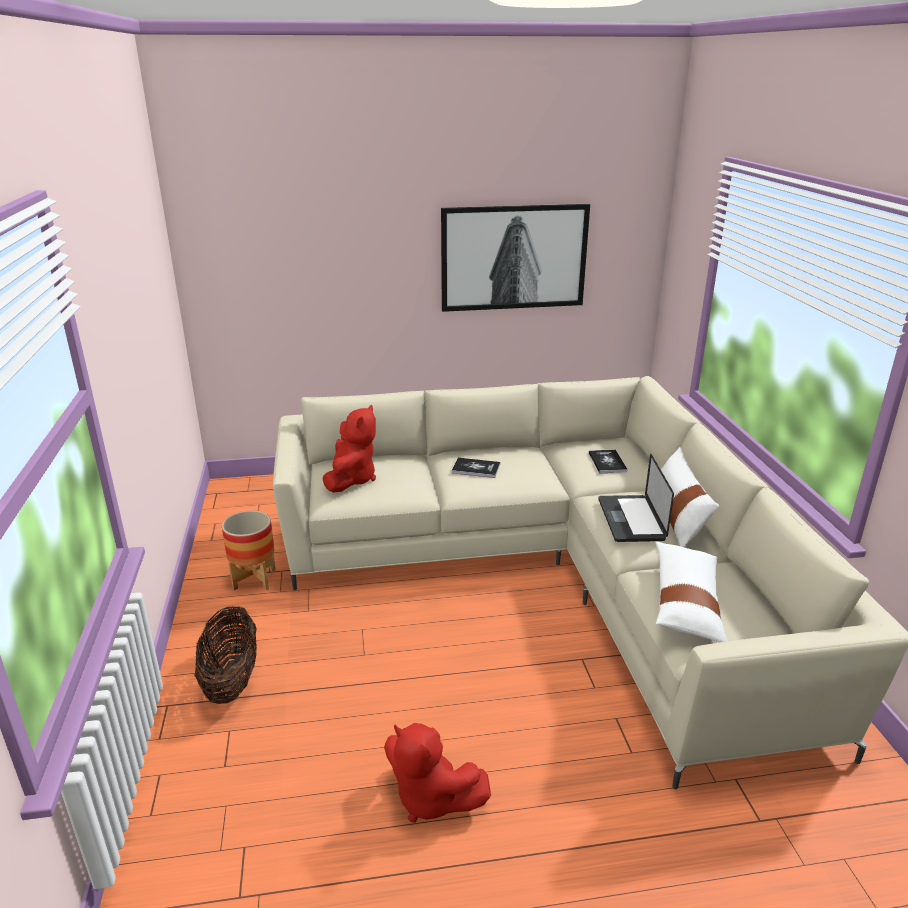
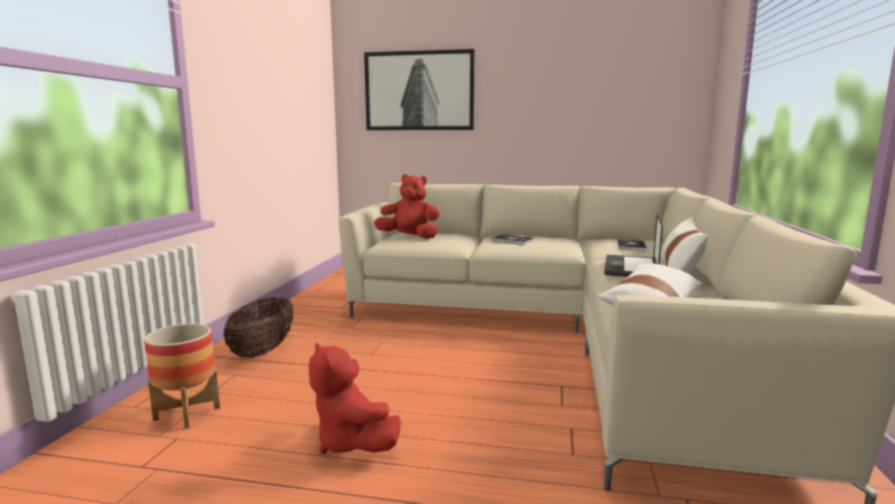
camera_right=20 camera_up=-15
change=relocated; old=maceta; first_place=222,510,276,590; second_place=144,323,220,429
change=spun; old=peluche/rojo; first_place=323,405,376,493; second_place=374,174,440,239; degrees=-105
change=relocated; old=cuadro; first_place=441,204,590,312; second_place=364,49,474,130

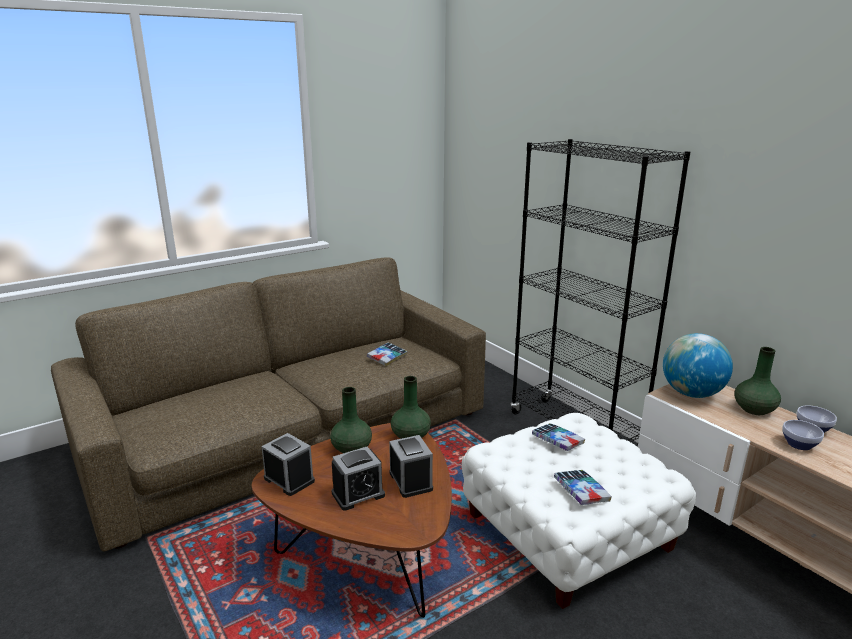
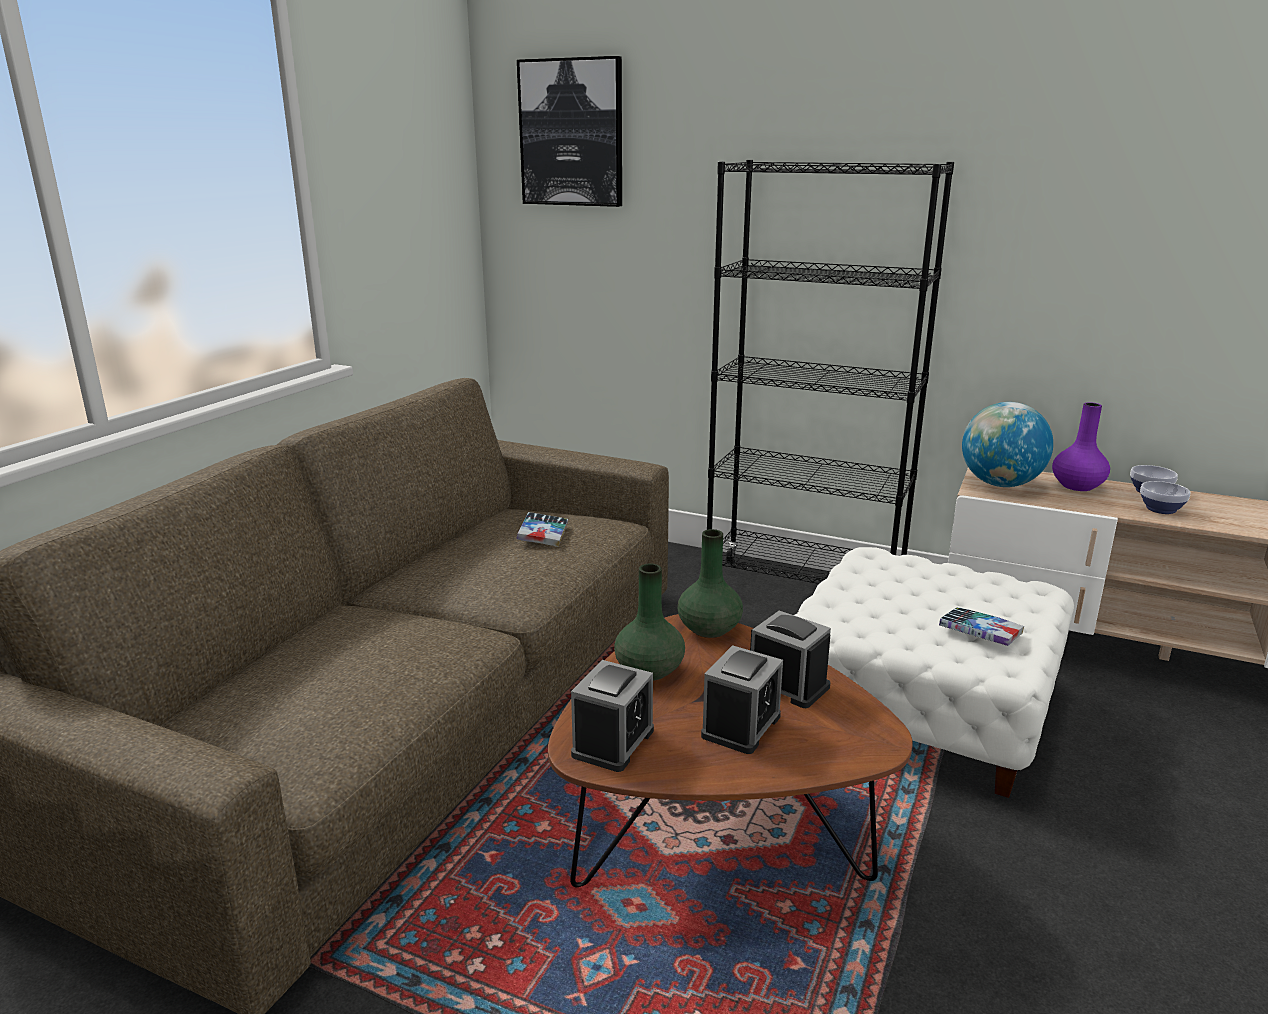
camera_right=-30 camera_up=0
change=spun; old=despertador; first_place=261,433,315,496; second_place=571,660,654,772; degrees=105
change=missing; old=libro; first_place=532,423,585,451
change=colour; old=florero/verde; new=florero/morado; first_place=735,347,781,415; second_place=1052,402,1110,491
change=appeared; new=cuadro; second_place=517,56,622,207

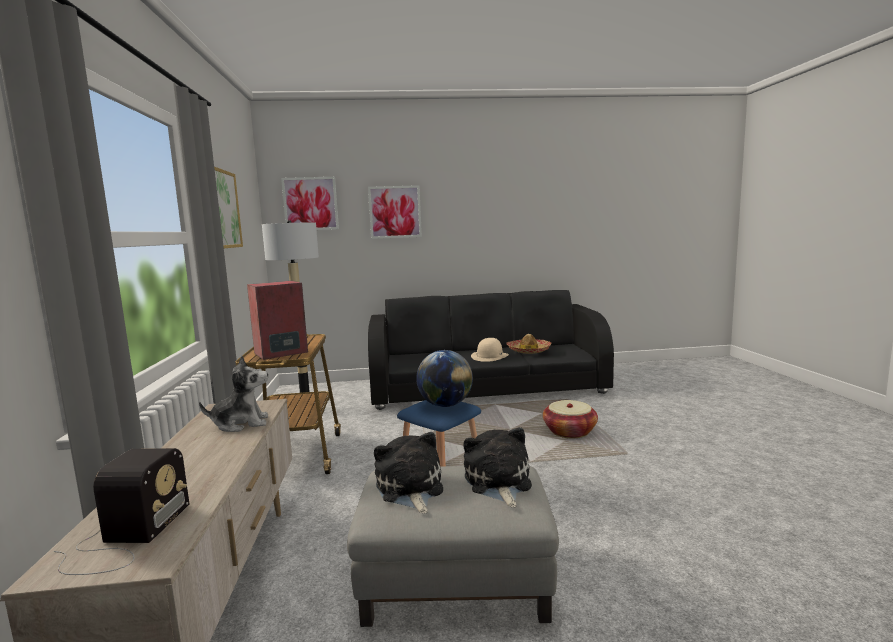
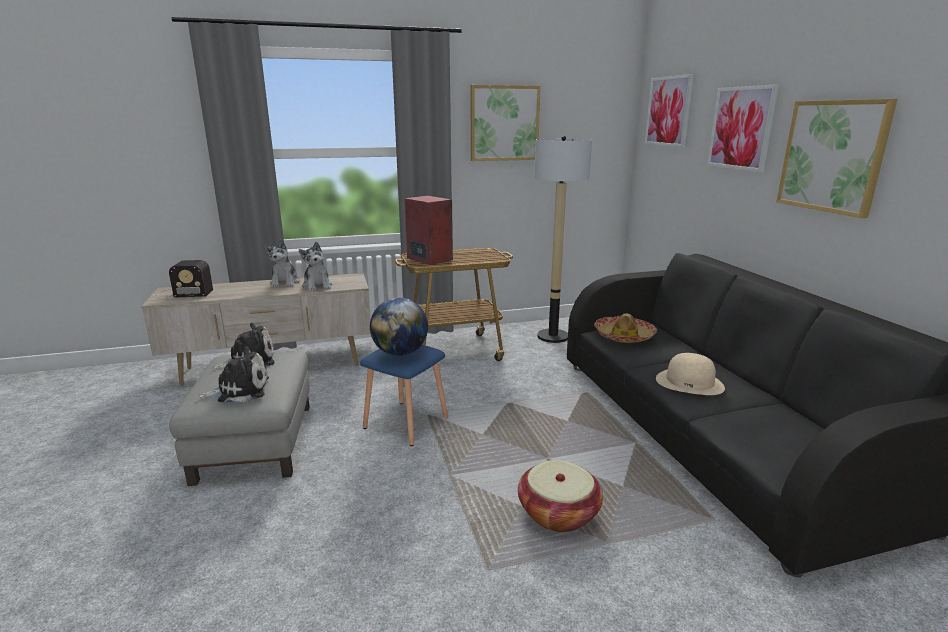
camera_right=80 camera_up=10
change=relocated; old=sombrero; first_place=506,334,552,354; second_place=594,313,657,343
change=appeared; new=peluche; second_place=264,239,300,288
change=appeared; new=cuadro; second_place=776,99,898,218

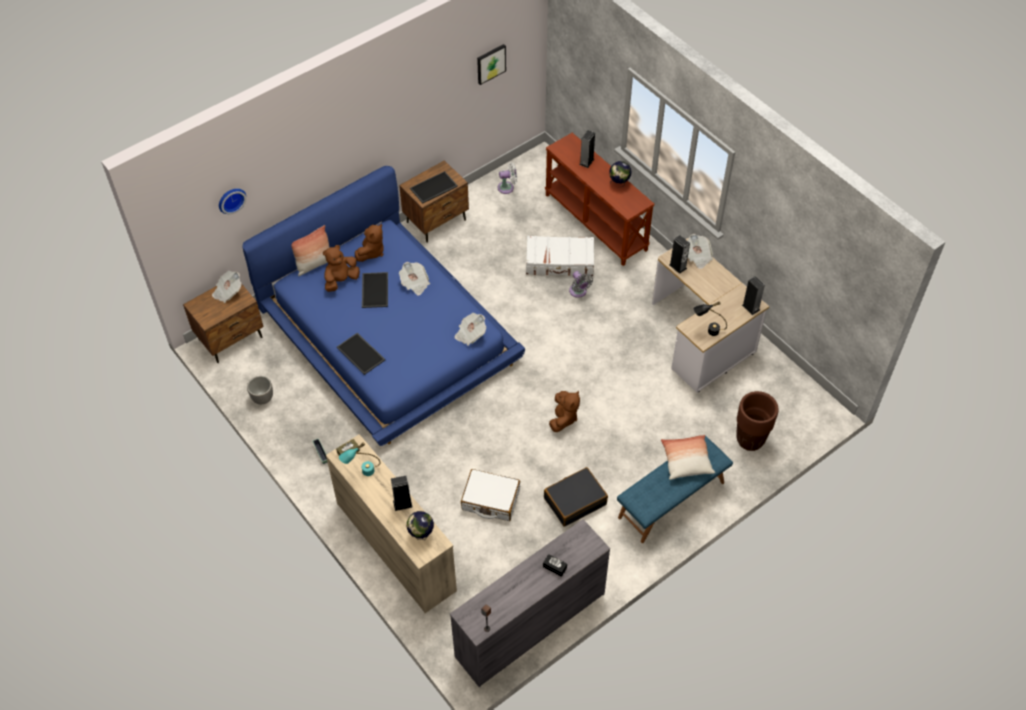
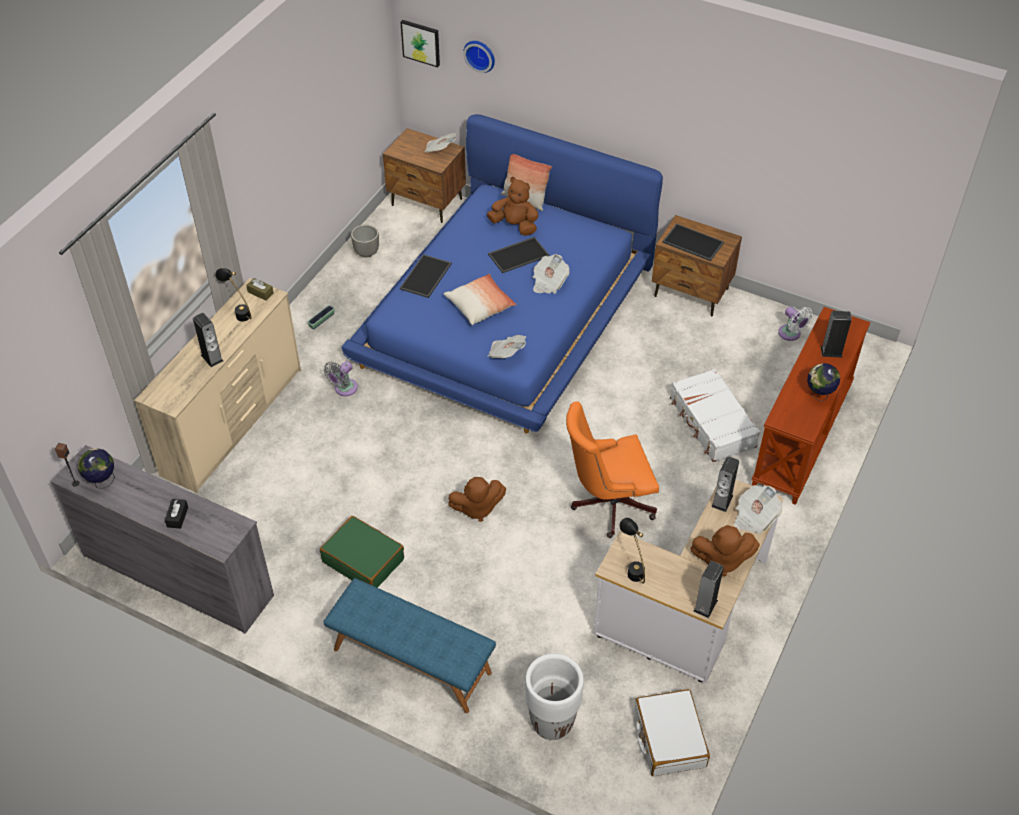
camera_right=65 camera_up=-5
change=colour; old=lámpara de mesa/turquesa; new=lámpara de mesa/negro; first_place=339,443,381,476; second_place=215,268,252,321
change=relocated; old=peluche/marrón; first_place=355,224,384,262; second_place=690,525,760,576
change=relocated; old=globo terráqueo; first_place=407,511,434,540; second_place=78,448,115,489
change=relocated; old=maleta/blanco; first_place=461,469,520,521; second_place=635,689,710,776
change=relocated; old=cuadro; first_place=477,44,506,85; second_place=401,20,440,67
change=colour; old=maleta/negro; new=maleta/verde; first_place=544,467,608,527; second_place=320,516,404,588
change=relocated; old=ventilador/gris; first_place=569,271,593,298; second_place=324,361,358,396
change=relocated; old=cojín; first_place=661,435,715,480; second_place=444,274,517,325
change=colour; old=maceta/marrón; new=maceta/blanco; first_place=736,391,778,451; second_place=525,653,584,740
change=appeared; new=silla de oficina/naranja; second_place=566,401,659,538

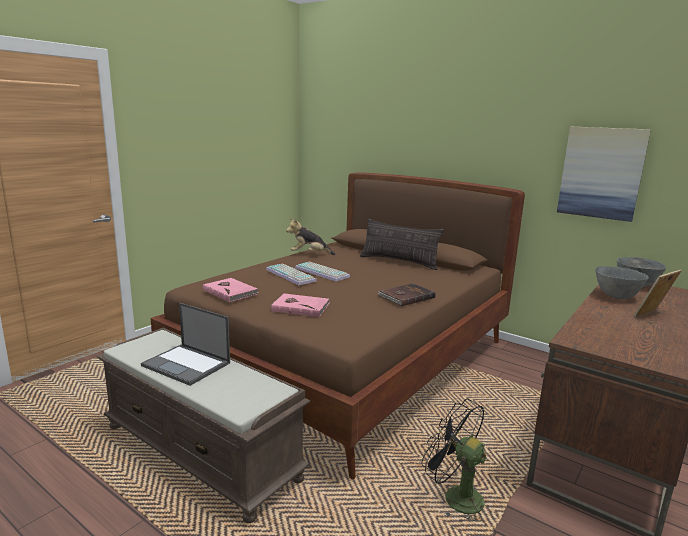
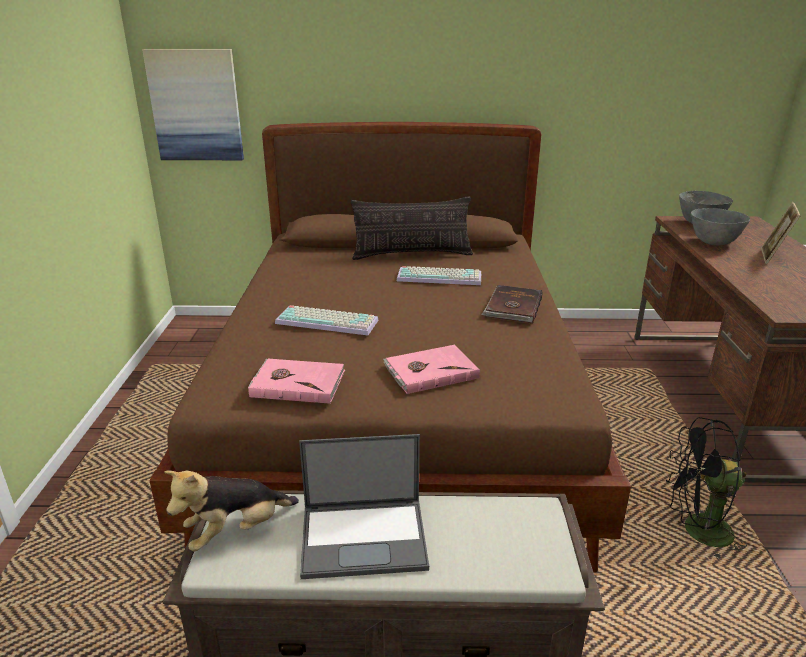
camera_right=-35 camera_up=10
change=relocated; old=peluche; first_place=286,218,336,255; second_place=164,471,299,551
change=relocated; old=teclado; first_place=295,261,350,281; second_place=397,266,481,285
change=relocated; old=cuadro; first_place=557,126,651,222; second_place=142,49,244,160

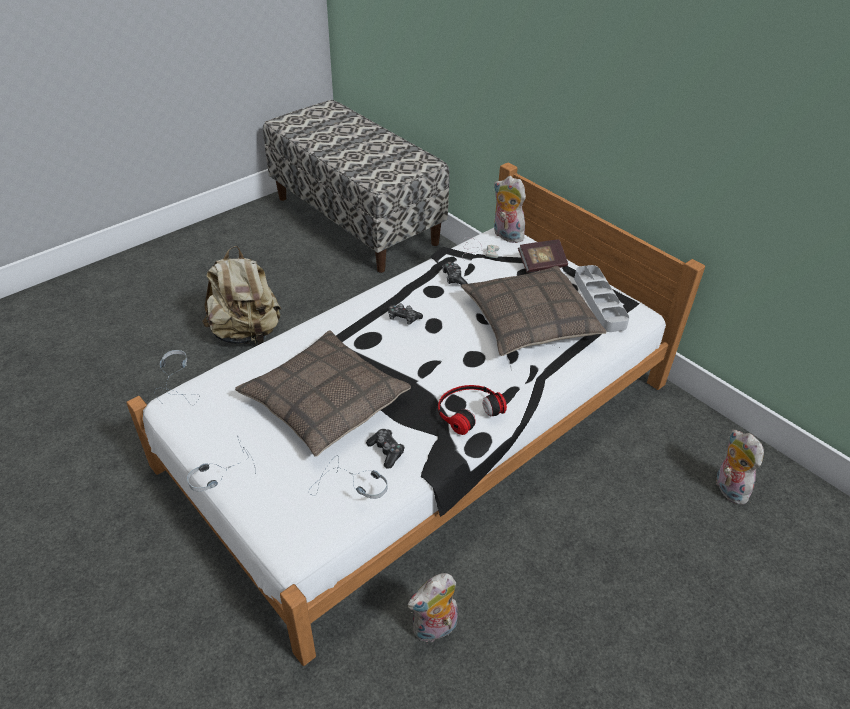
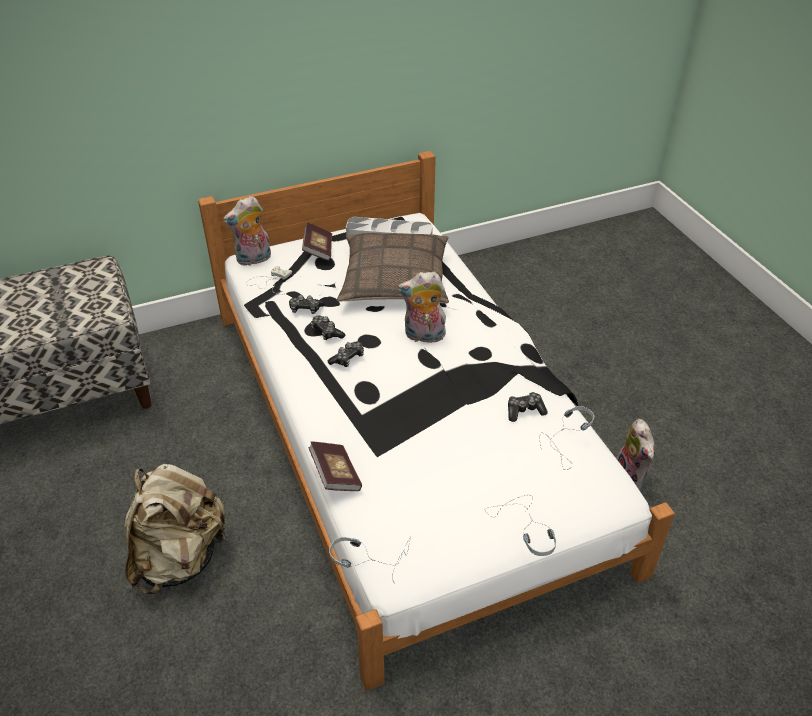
camera_right=-70 camera_up=0
change=missing; old=cojín; first_place=235,330,411,457
change=missing; old=auriculares; first_place=438,385,507,435
change=relocated; old=peluche; first_place=716,429,764,504; second_place=398,272,446,343
change=appeared; new=libro; second_place=308,441,362,491
change=appeared; new=mando de consola; second_place=311,316,345,340

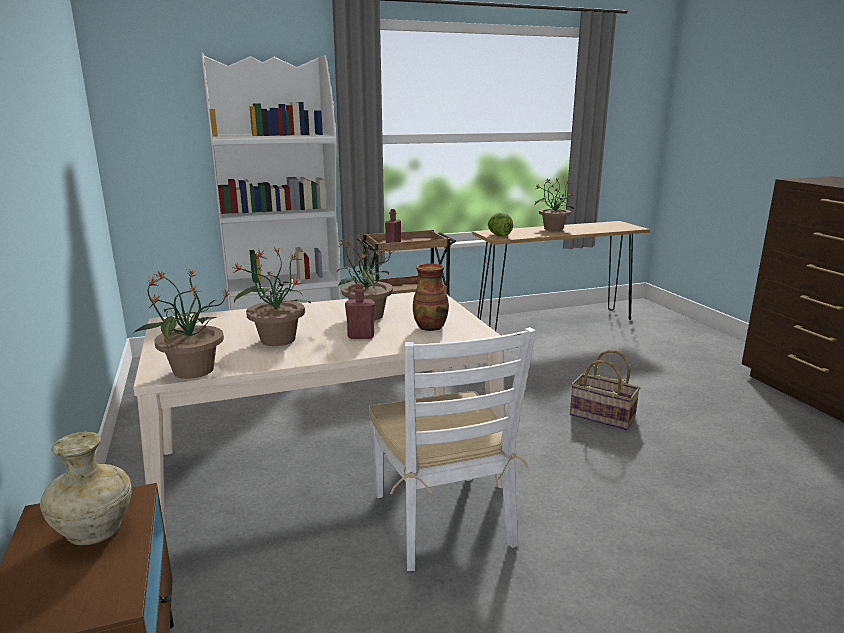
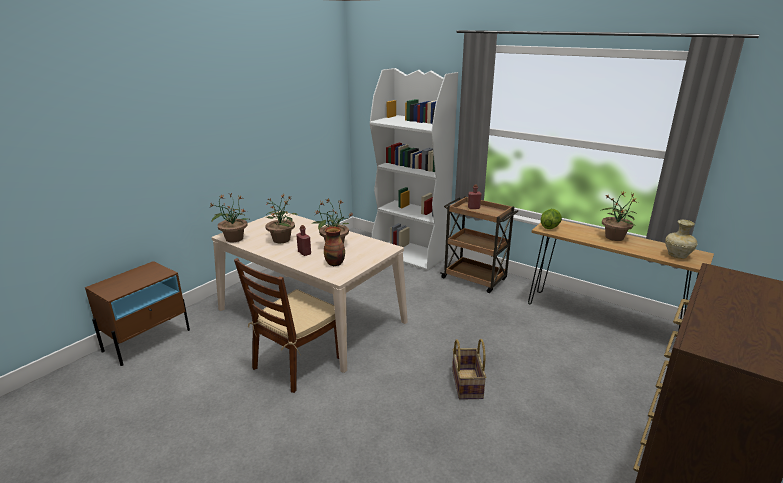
camera_right=55 camera_up=5
change=relocated; old=florero/beis; first_place=40,431,132,546; second_place=665,220,697,259
change=colour; old=silla/blanco; new=silla/marrón; first_place=369,327,536,571; second_place=234,258,339,393

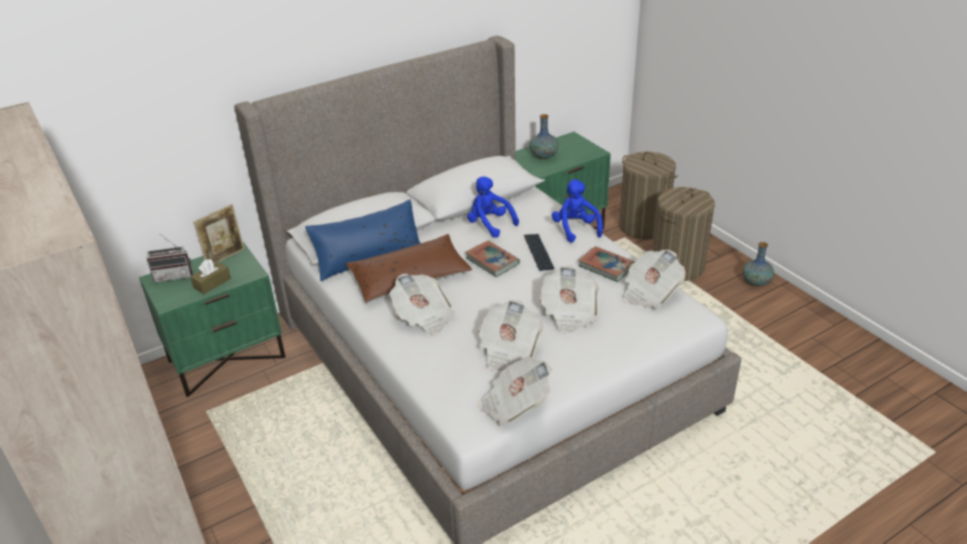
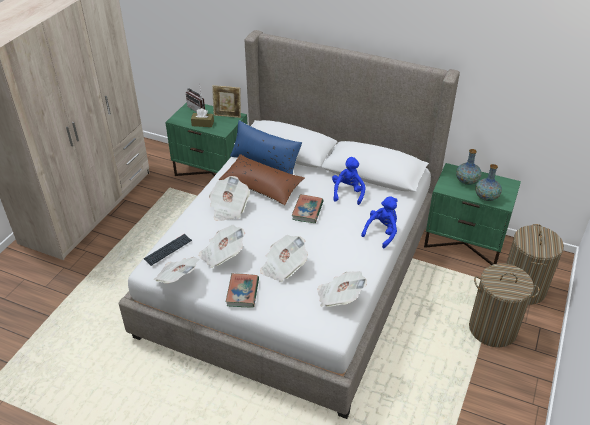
camera_right=55 camera_up=5
change=relocated; old=teclado; first_place=524,234,554,271; second_place=144,234,192,266
change=relocated; old=libro; first_place=578,246,635,282; second_place=226,273,259,308
change=relocated; old=florero; first_place=743,242,774,286; second_place=475,164,502,201

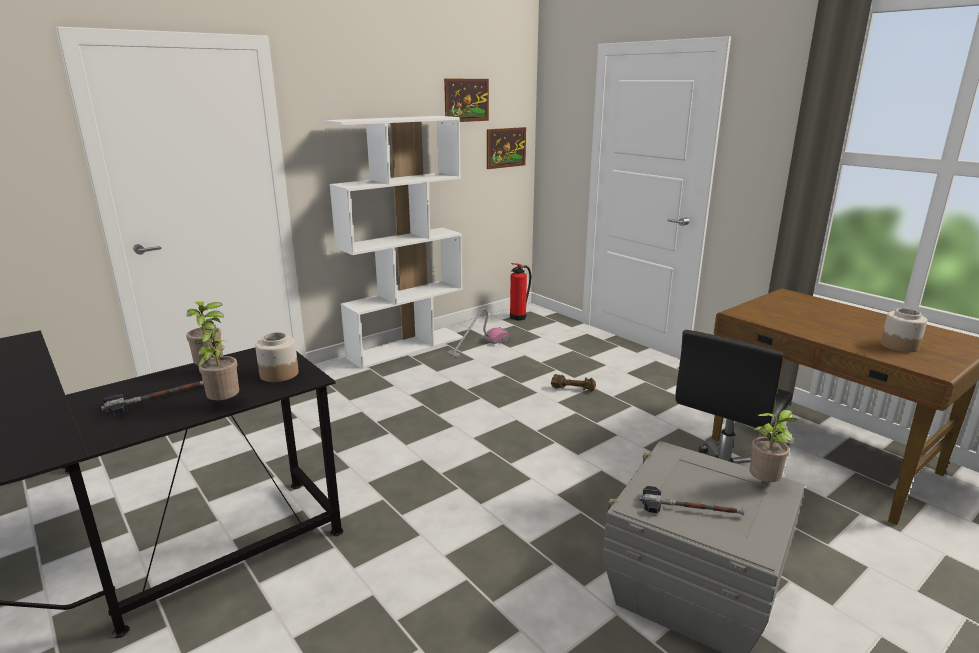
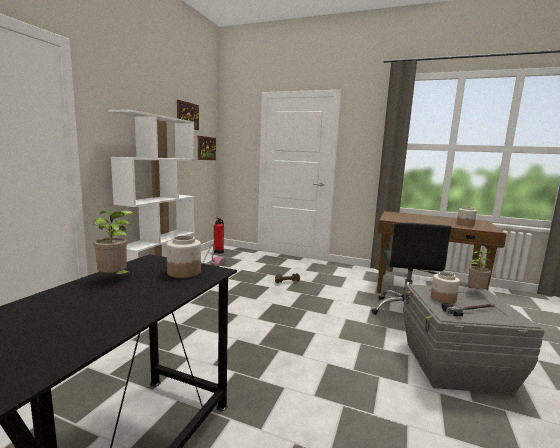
camera_right=-30 camera_up=-10
change=missing; old=martillo; first_place=101,381,204,415
change=missing; old=planta en maceta; first_place=195,325,239,400
change=appeared; new=tarro; second_place=431,272,460,304

